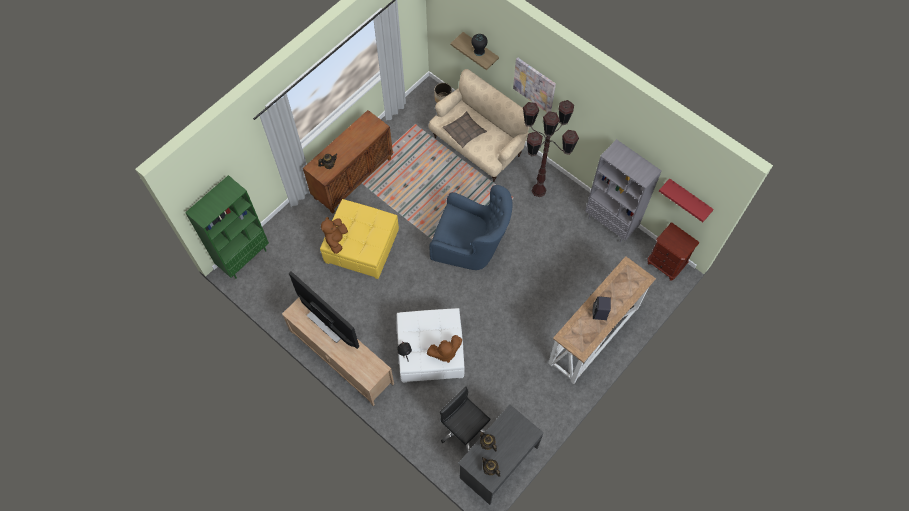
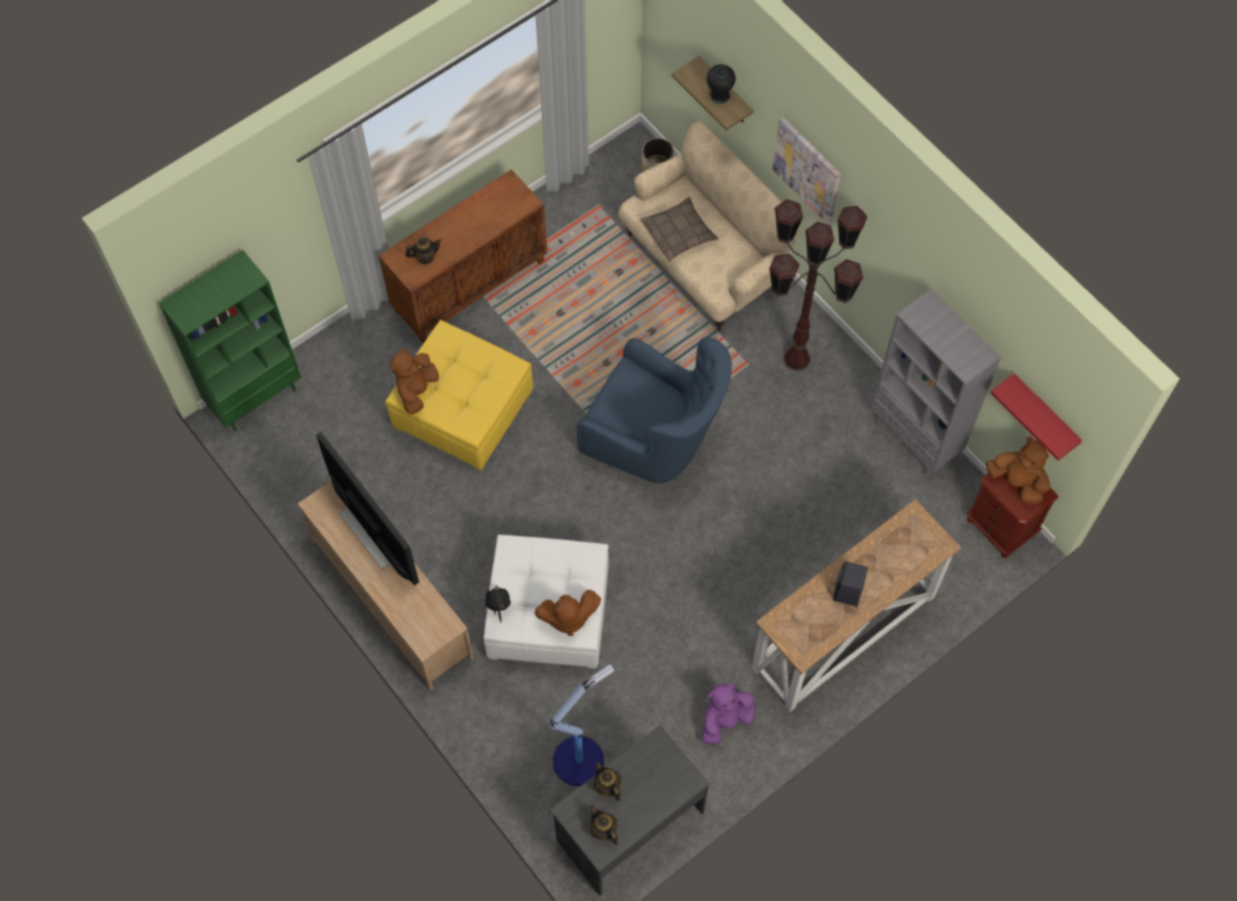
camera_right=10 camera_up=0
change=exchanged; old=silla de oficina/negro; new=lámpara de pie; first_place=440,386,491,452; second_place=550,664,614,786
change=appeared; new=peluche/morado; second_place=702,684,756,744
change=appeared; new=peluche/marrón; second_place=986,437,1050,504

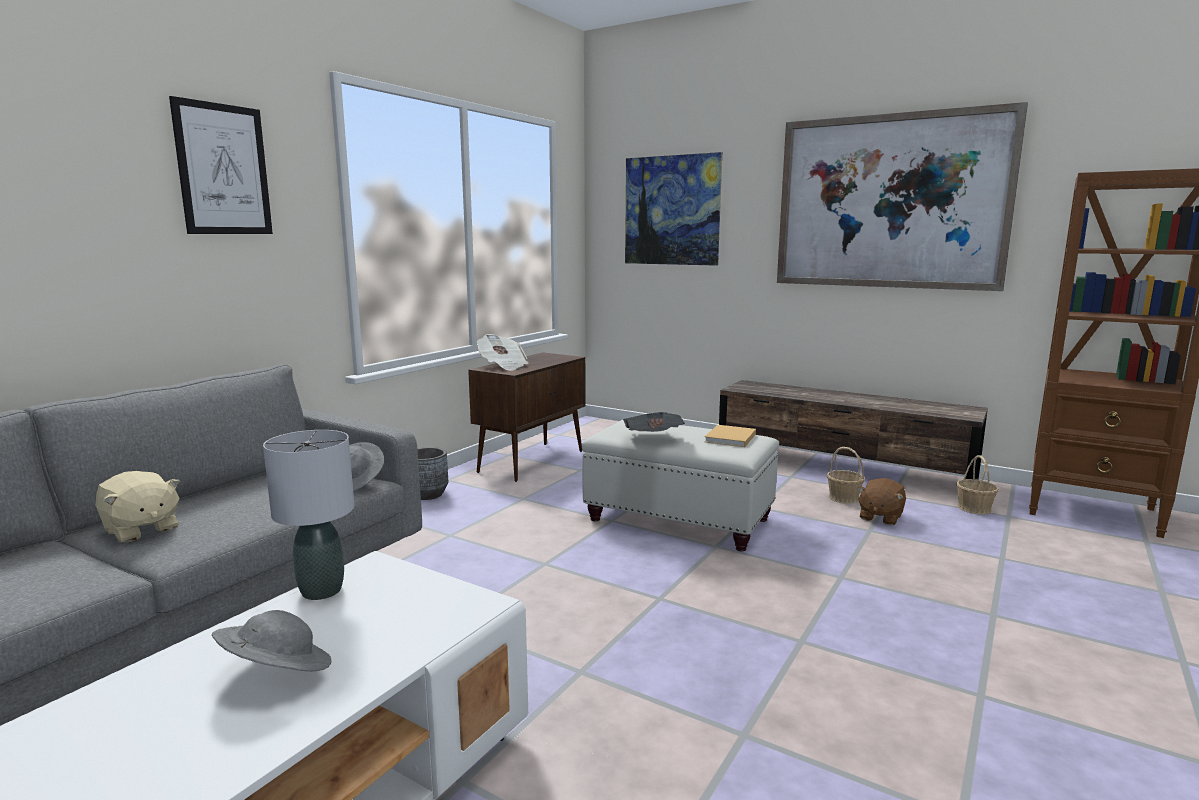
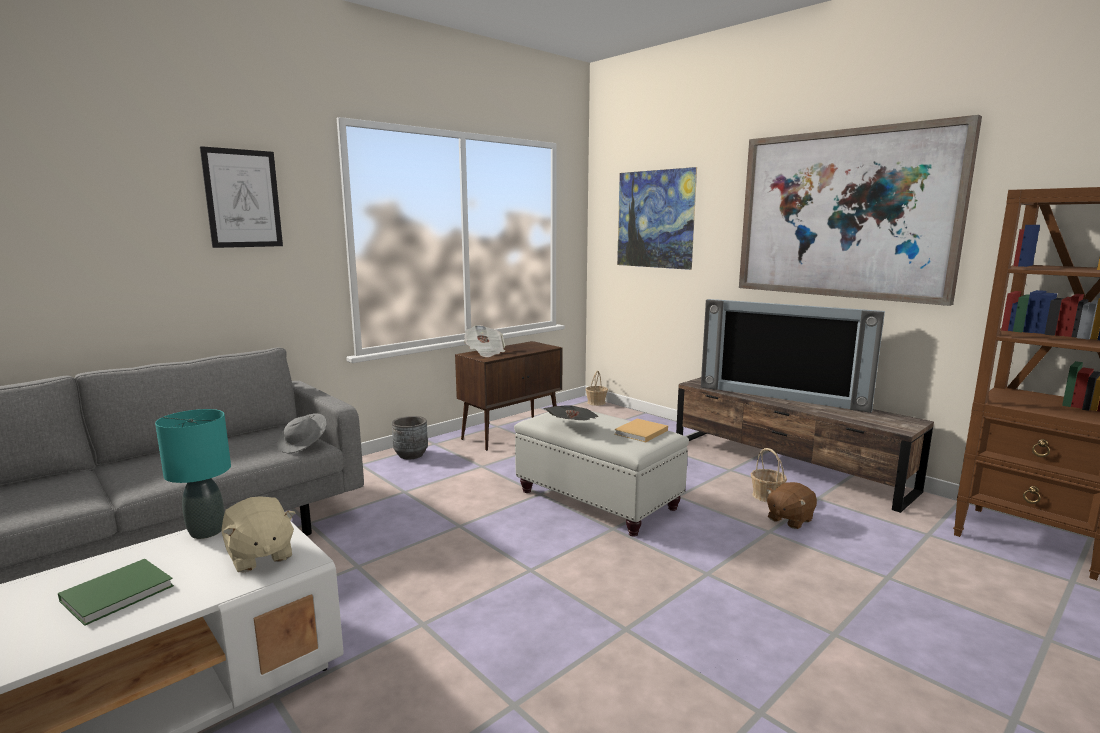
camera_right=15 camera_up=0
change=relocated; old=peluche/beis; first_place=95,471,180,543; second_place=222,496,296,572
change=exchanged; old=sombrero/gris; new=libro/verde; first_place=212,610,331,672; second_place=58,559,174,626
change=colour; old=lámpara de mesa/gris; new=lámpara de mesa/turquesa; first_place=263,430,354,600; second_place=155,409,231,539
change=relocated; old=cesta; first_place=956,455,999,515; second_place=585,371,608,406
change=appeared; new=televisor; second_place=701,299,885,413

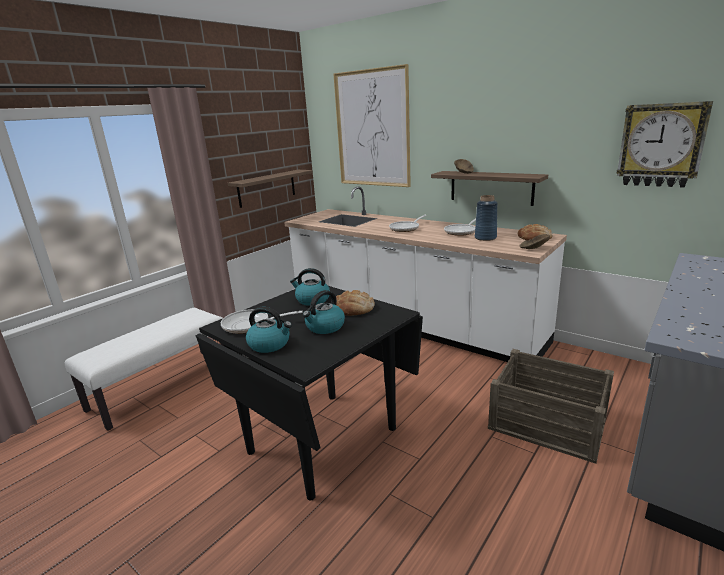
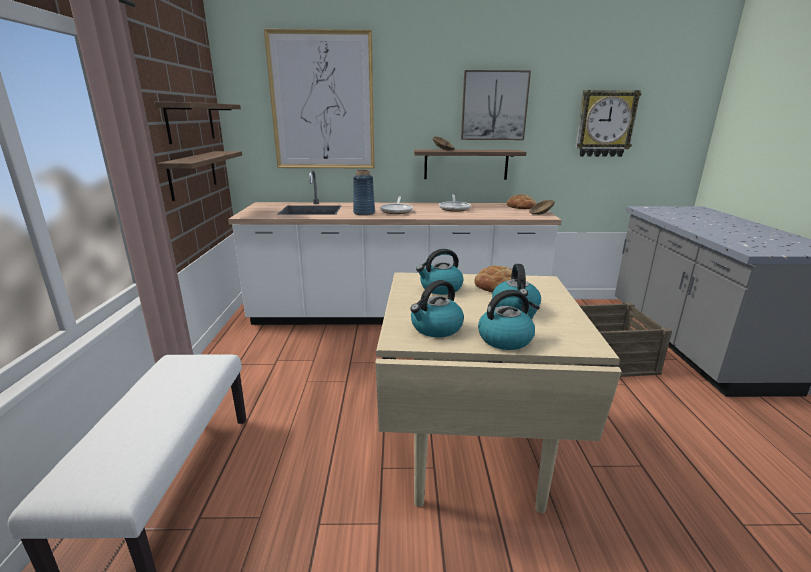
camera_right=-40 camera_up=0
change=colour; old=mesa de comedor/negro; new=mesa de comedor/beis; first_place=196,286,423,501; second_place=375,272,622,513
change=exchanged; old=sartén; new=hervidor; first_place=221,309,303,334; second_place=410,280,464,337
change=relocated; old=florero/azul; first_place=475,195,497,241; second_place=353,170,375,215
change=appeared; new=estante; second_place=154,102,241,144
change=appeared; new=cuadro; second_place=461,70,531,140

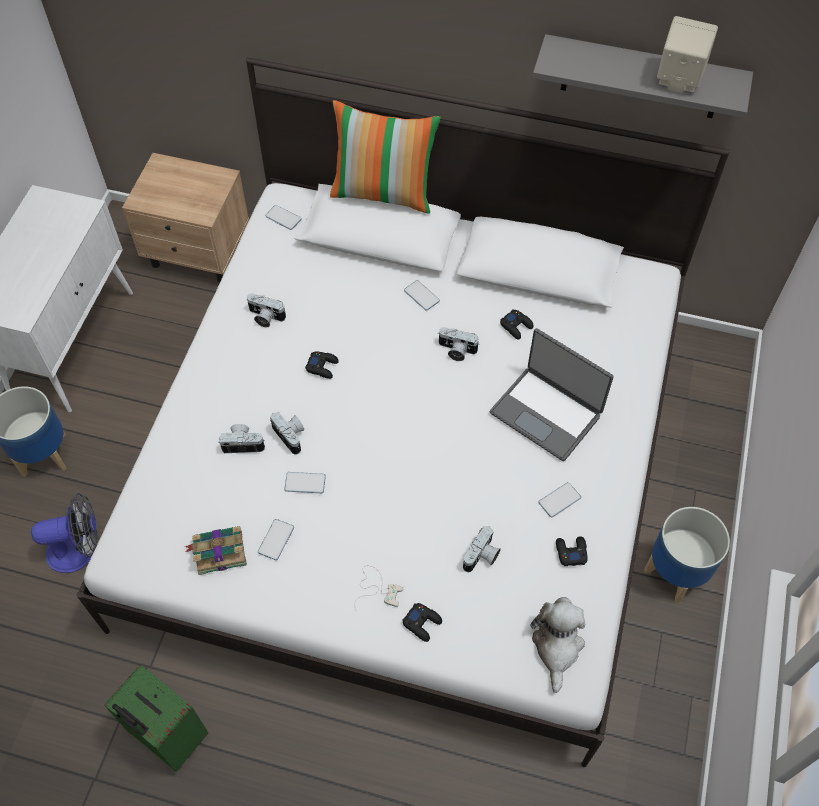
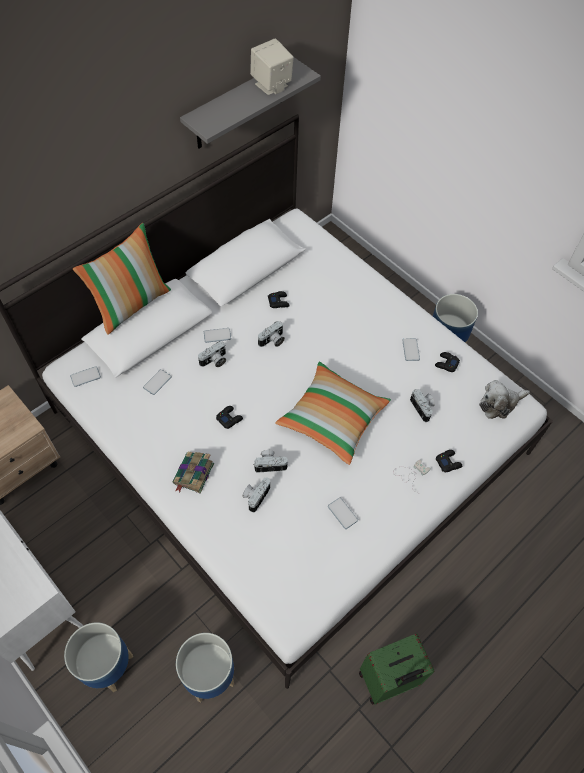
camera_right=-60 camera_up=0
change=exchanged; old=ventilador; new=maceta; first_place=31,493,98,573; second_place=176,633,234,703
change=relocated; old=libro; first_place=185,526,247,575; second_place=173,452,214,494
change=relocated; old=cámara; first_place=247,293,286,327; second_place=198,341,226,367
change=relocated; old=móvil; first_place=284,472,326,493; second_place=143,369,172,395
change=missing; old=portátil; first_place=490,328,614,461
change=spun; old=peluche; first_place=531,597,585,693; second_place=479,380,530,419; degrees=-60
change=appeared; new=cojín; second_place=275,362,391,465

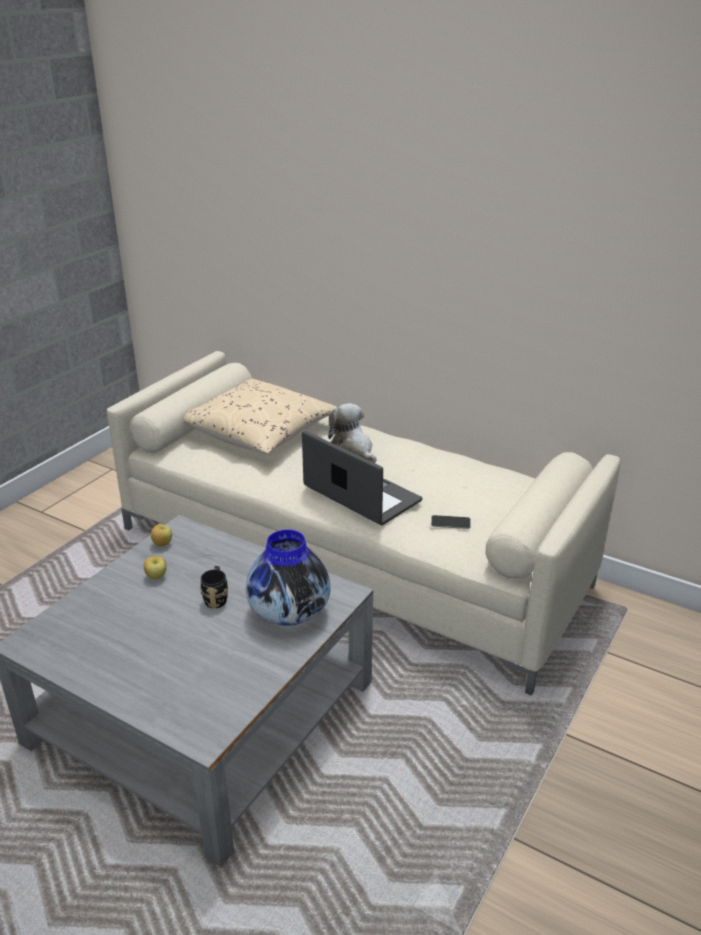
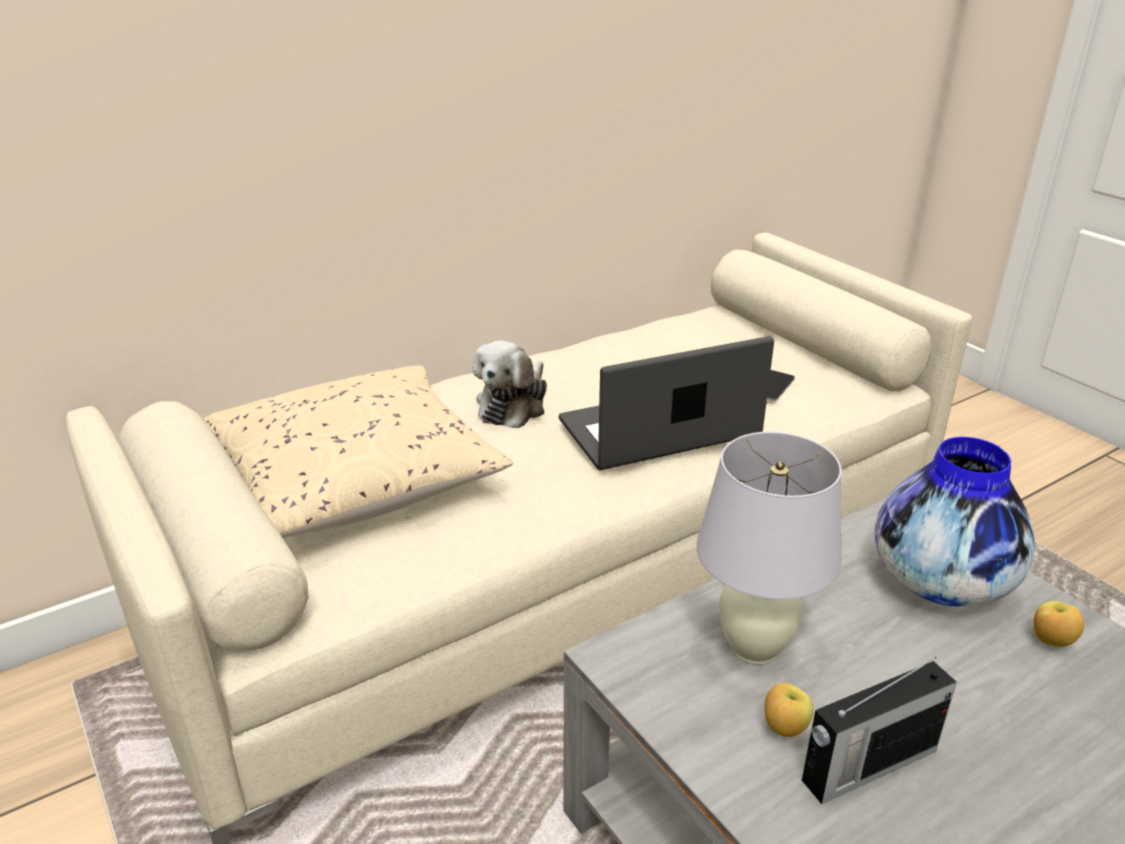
camera_right=-65 camera_up=0
change=relocated; old=manzana; first_place=151,524,172,546; second_place=1033,601,1084,647
change=missing; old=taza grande/negro; first_place=200,566,228,608
change=spun; old=peluche; first_place=328,403,377,463; second_place=473,341,547,428; degrees=-60
change=appeared; new=lámpara de mesa/blanco; second_place=697,432,842,665
change=appeared; new=radio; second_place=802,657,957,804

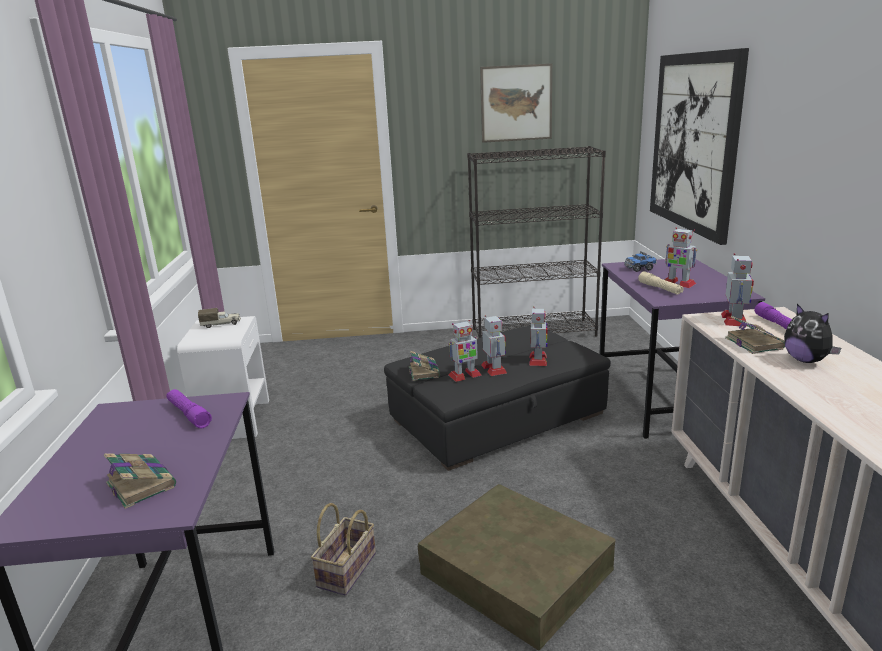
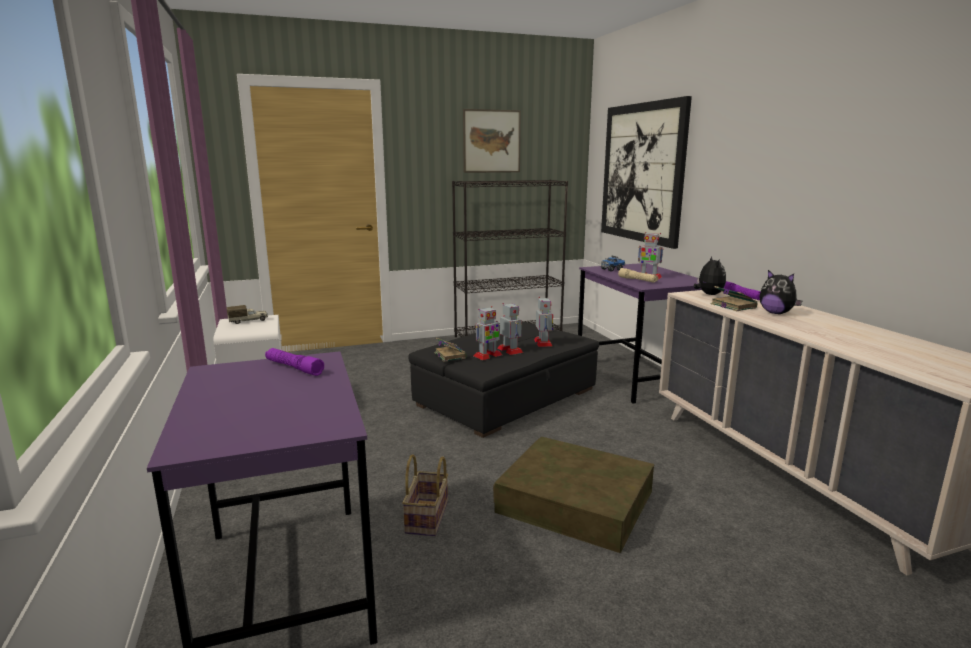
camera_right=-15 camera_up=-5
change=missing; old=libro; first_place=104,453,176,509
change=exchanged; old=robot de juguete; new=peluche; first_place=721,253,754,327; second_place=694,256,726,295

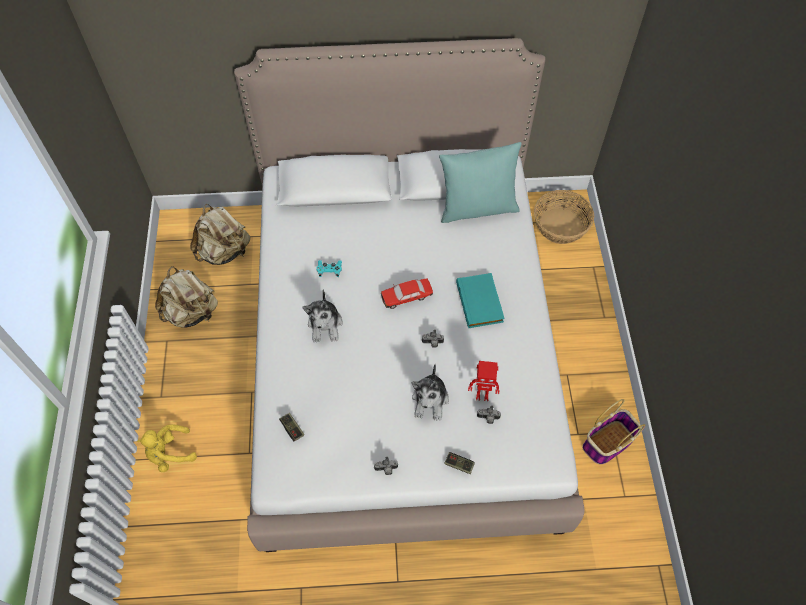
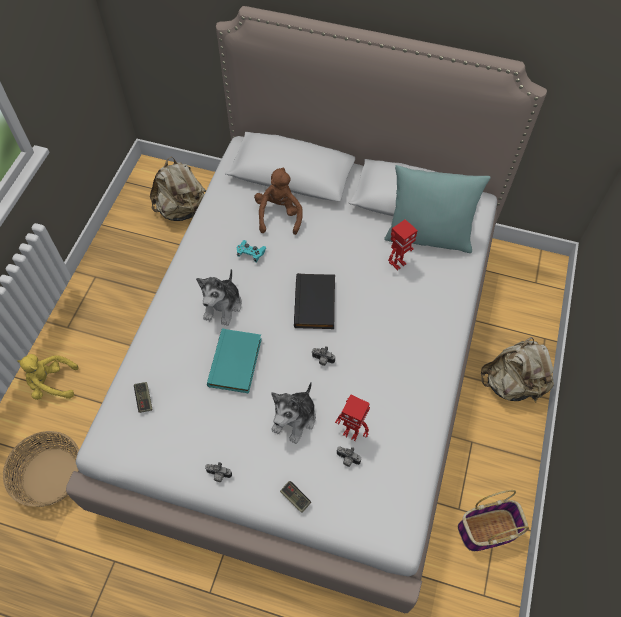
camera_right=20 camera_up=0
change=relocated; old=mochila/beis; first_place=155,266,218,327; second_place=481,337,554,402
change=exchanged; old=coche de juguete; new=libro/negro; first_place=381,279,433,309; second_place=294,273,335,329
change=relocated; old=libro/turquesa; first_place=456,273,505,328; second_place=207,328,262,393
change=relocated; old=cesta; first_place=534,190,594,244; second_place=3,431,79,507
change=appeared; new=peluche/marrón; second_place=254,168,303,235
change=appeared; new=robot de juguete; second_place=388,219,418,271

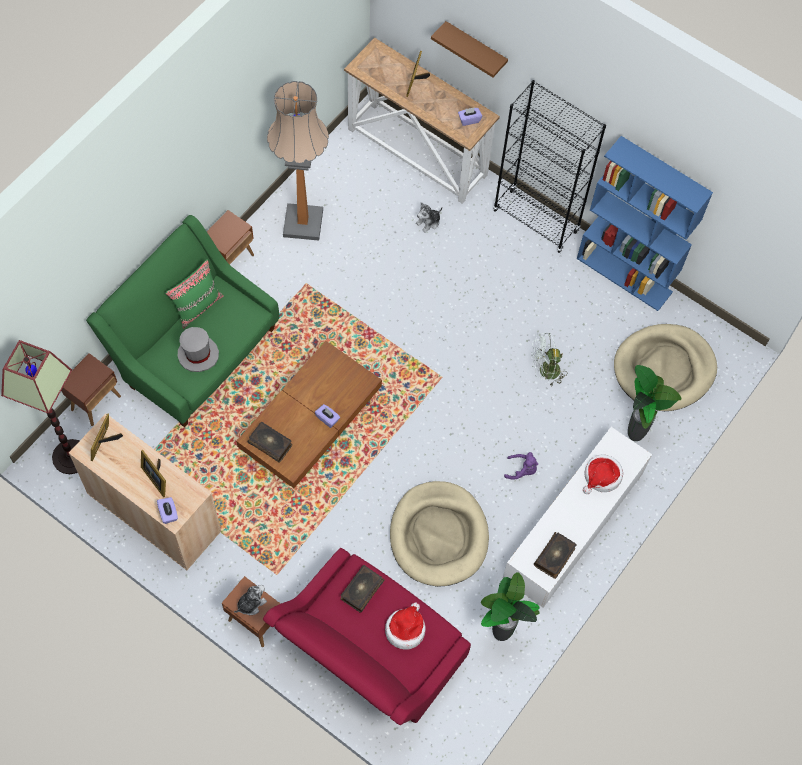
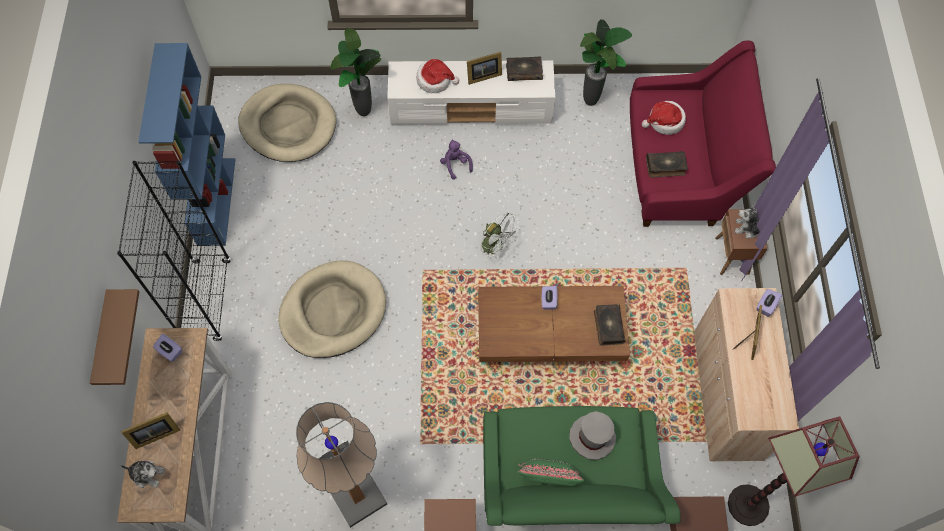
camera_right=-125 camera_up=0
change=relocated; old=portarretratos; first_place=91,413,123,461; second_place=467,52,502,85
change=relocated; old=cama para perro/beis; first_place=390,481,489,587; second_place=279,260,386,358
change=relocated; old=peluche; first_place=416,202,442,233; second_place=121,461,165,488
change=relocated; old=ventilador/blanco; first_place=531,333,566,385; second_place=480,213,520,262

